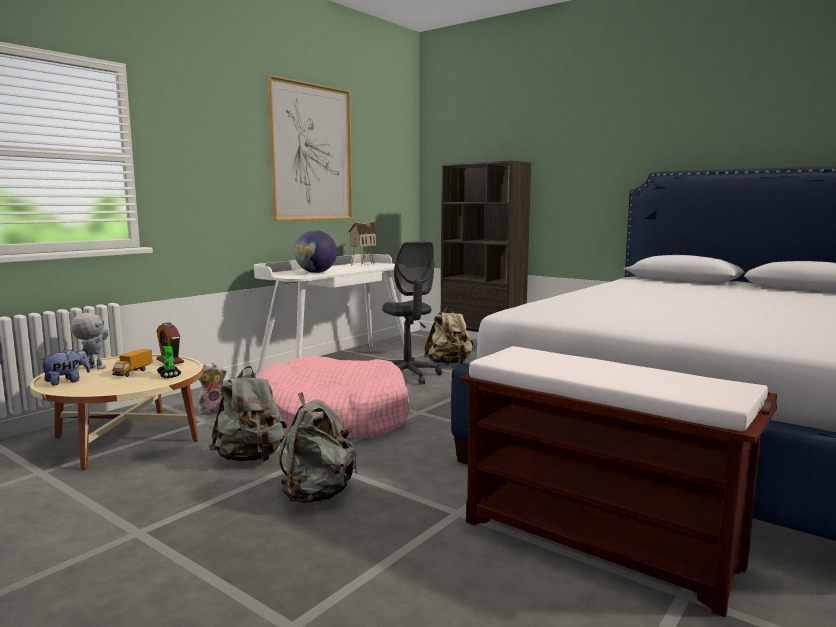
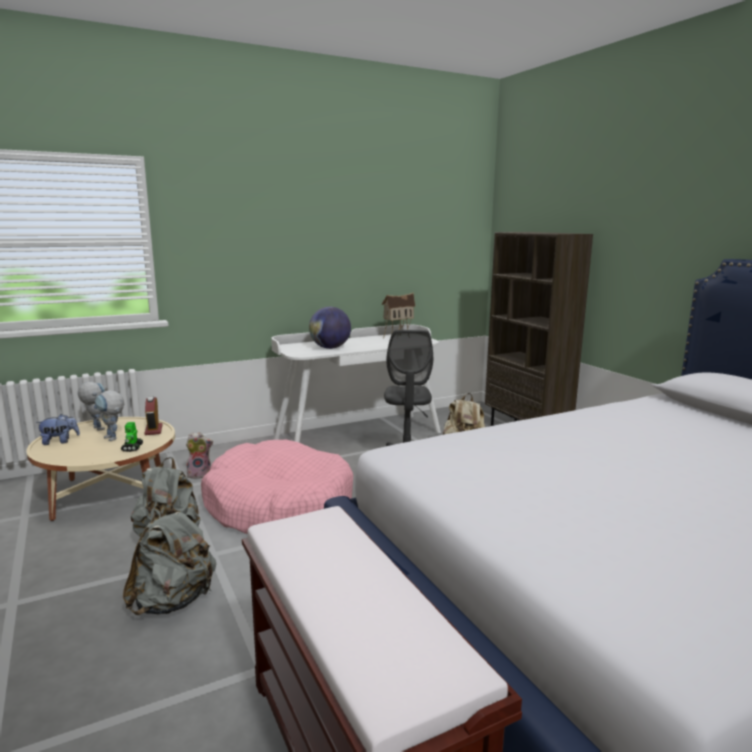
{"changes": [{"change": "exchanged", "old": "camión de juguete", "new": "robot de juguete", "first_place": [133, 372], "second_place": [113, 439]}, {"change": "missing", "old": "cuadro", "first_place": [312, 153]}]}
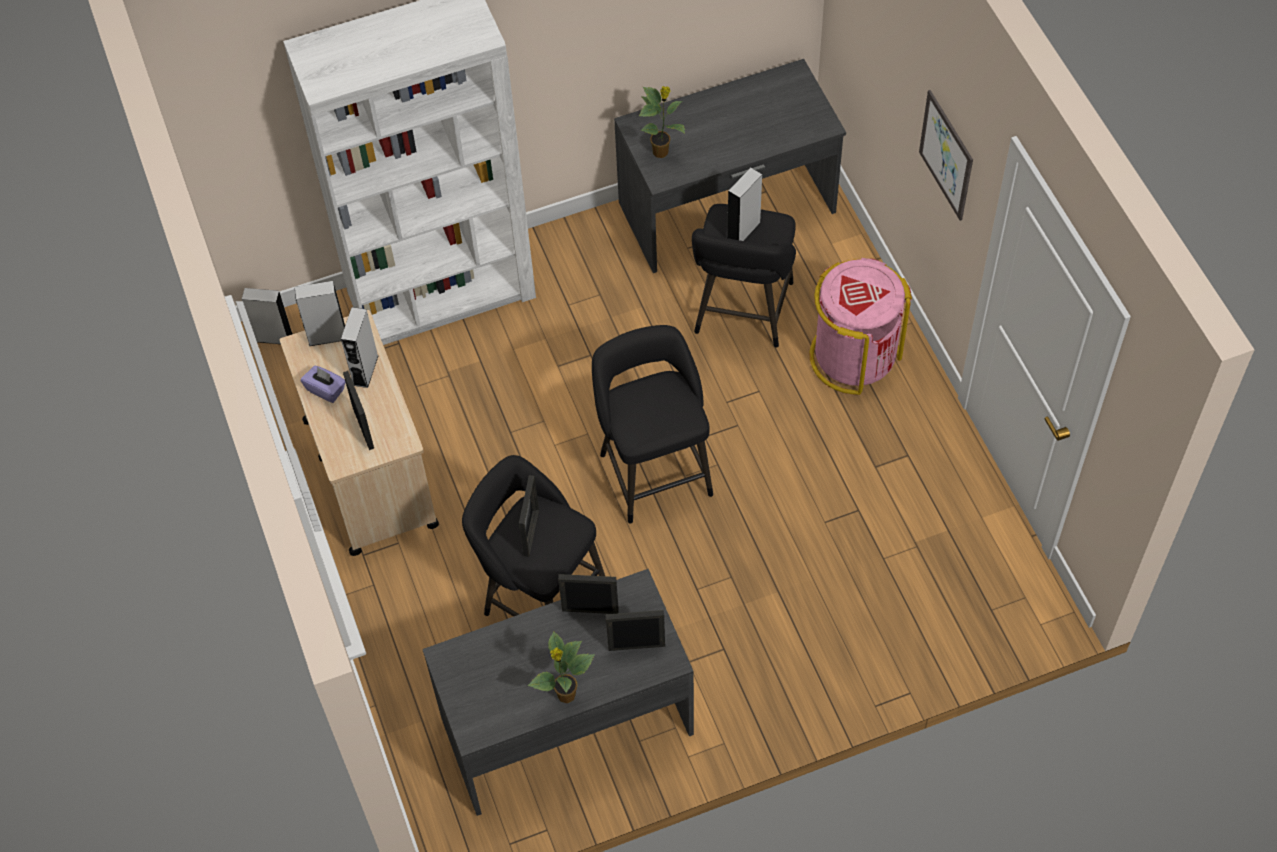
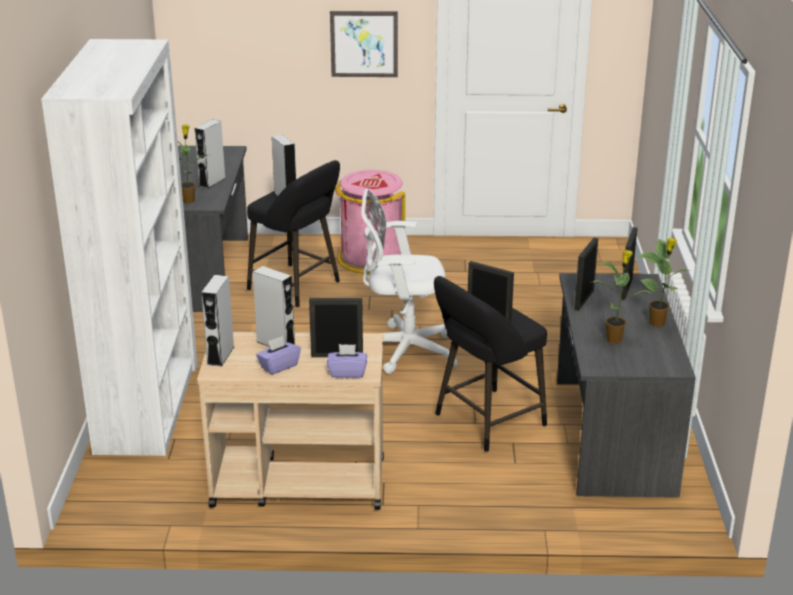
{"changes": [{"change": "relocated", "old": "altavoz (gris)", "first_place": [274, 337], "second_place": [212, 182]}, {"change": "exchanged", "old": "taburete (negro)", "new": "silla de oficina (blanco)", "first_place": [653, 469], "second_place": [403, 349]}, {"change": "appeared", "new": "caja de pañuelos (morado)", "second_place": [347, 372]}, {"change": "appeared", "new": "planta en maceta", "second_place": [615, 339]}]}
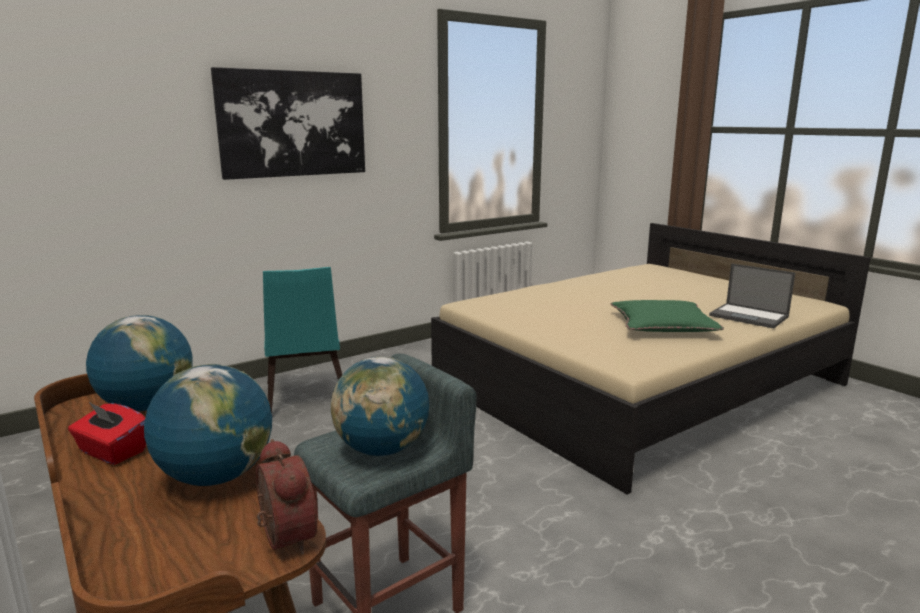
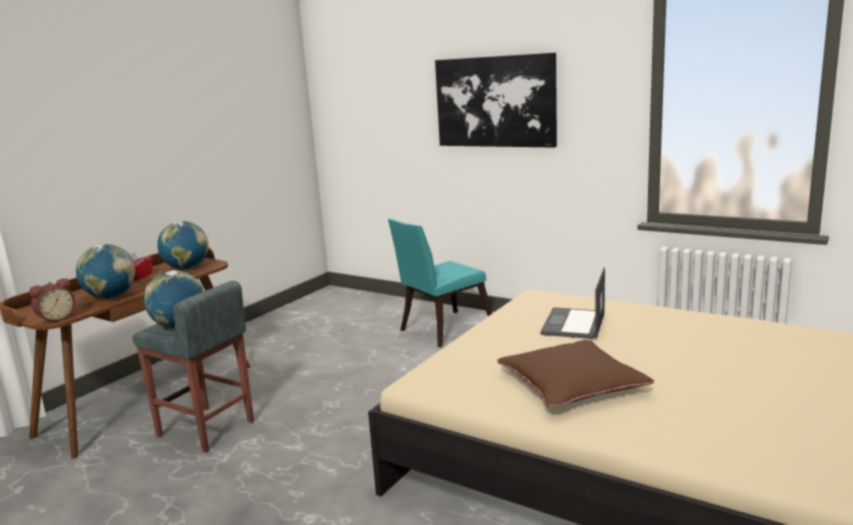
{"changes": [{"change": "colour", "old": "cojín (verde)", "new": "cojín (marrón)", "first_place": [662, 326], "second_place": [571, 383]}, {"change": "relocated", "old": "portátil", "first_place": [750, 316], "second_place": [573, 324]}]}
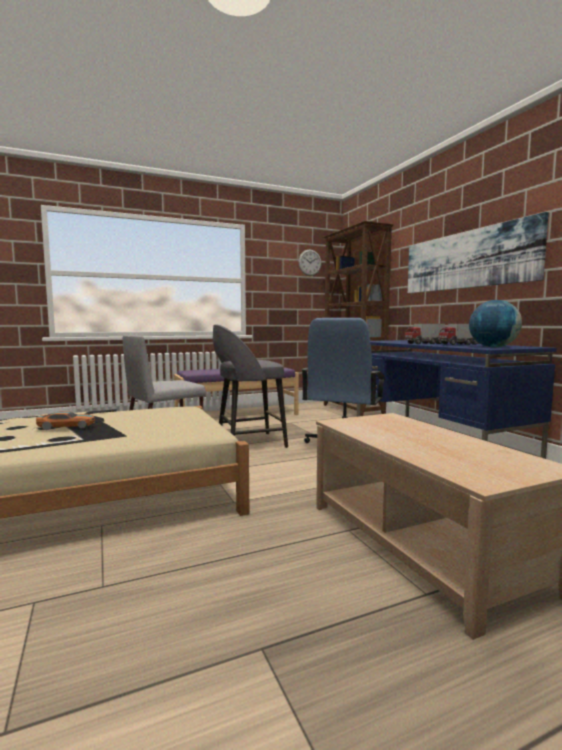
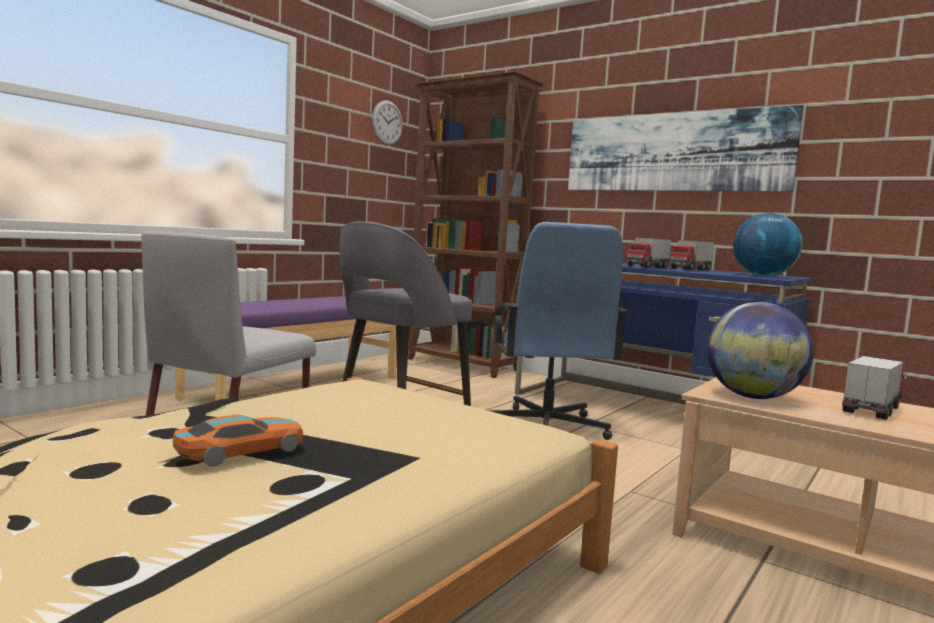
{"changes": [{"change": "appeared", "new": "globo terráqueo", "second_place": [753, 397]}, {"change": "appeared", "new": "camión de juguete", "second_place": [872, 409]}]}
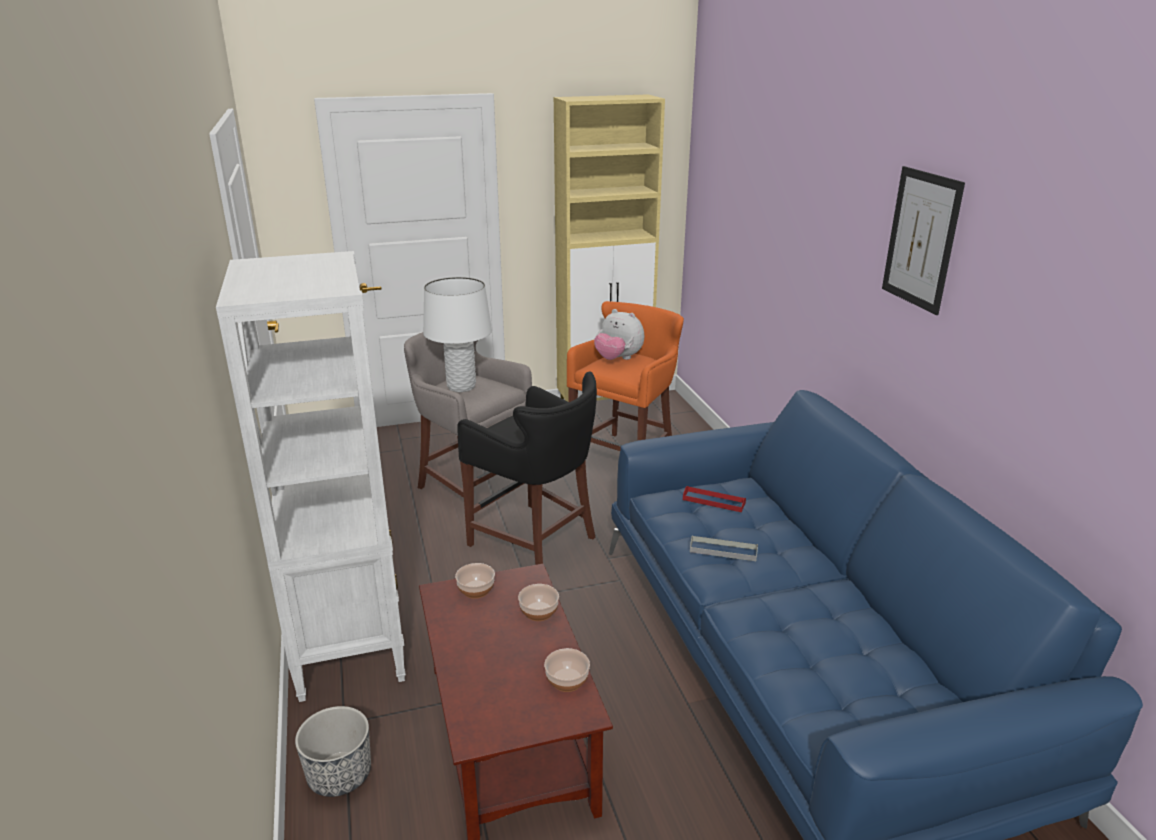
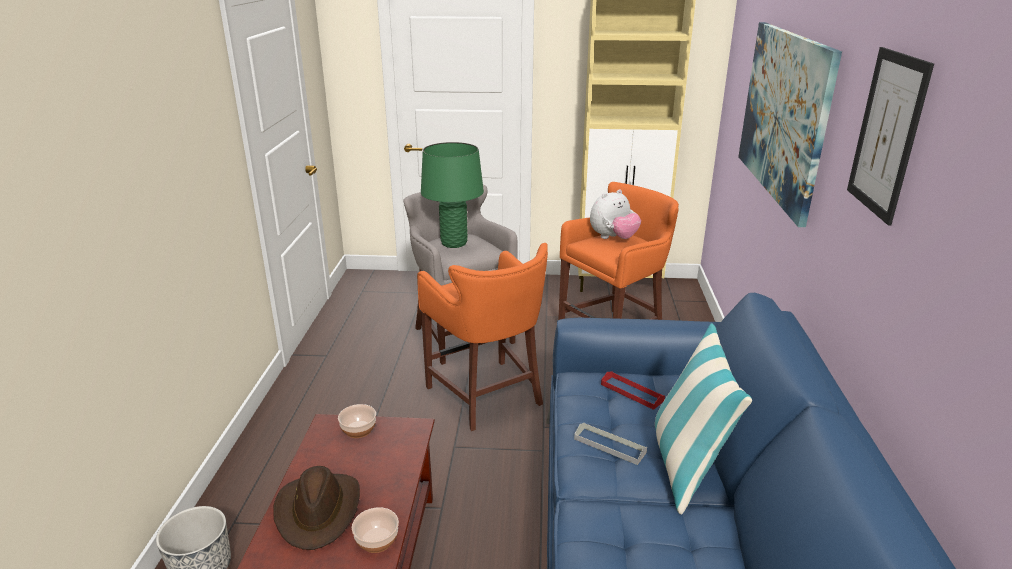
{"changes": [{"change": "missing", "old": "estantería (blanco)", "first_place": [350, 646]}, {"change": "colour", "old": "lámpara de mesa (blanco)", "new": "lámpara de mesa (verde)", "first_place": [461, 387], "second_place": [454, 243]}, {"change": "colour", "old": "taburete (negro)", "new": "taburete (naranja)", "first_place": [536, 541], "second_place": [487, 396]}, {"change": "missing", "old": "cuenco", "first_place": [539, 612]}, {"change": "spun", "old": "peluche", "first_place": [618, 359], "second_place": [613, 238], "degrees": -90}, {"change": "appeared", "new": "sombrero (marrón)", "second_place": [319, 511]}, {"change": "appeared", "new": "cojín", "second_place": [687, 465]}, {"change": "appeared", "new": "cuadro", "second_place": [783, 114]}]}
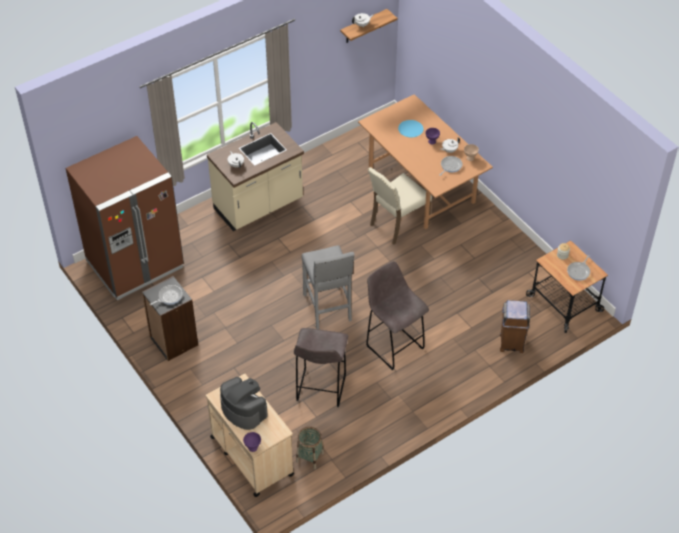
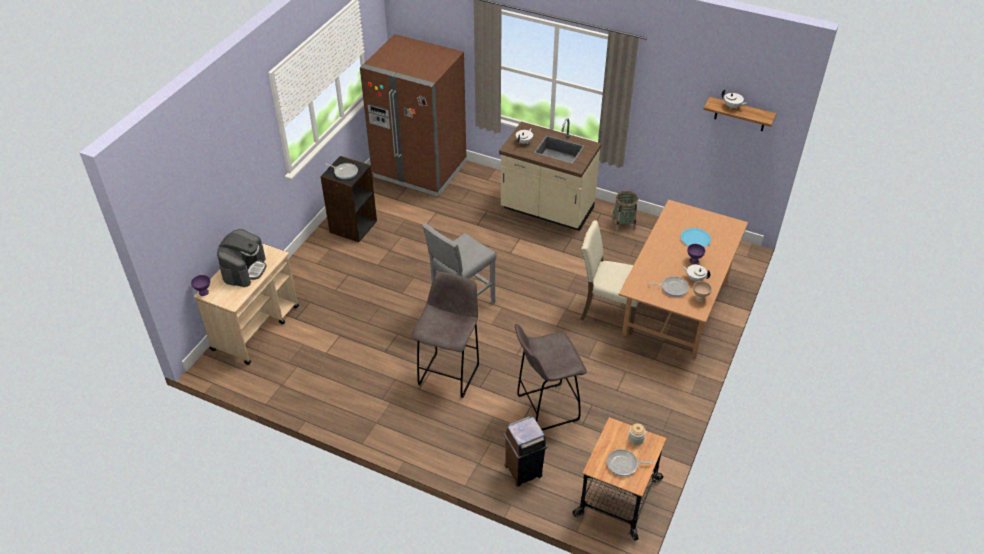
{"changes": [{"change": "relocated", "old": "taburete (gris)", "first_place": [320, 389], "second_place": [545, 408]}, {"change": "relocated", "old": "cesta", "first_place": [310, 457], "second_place": [623, 224]}]}
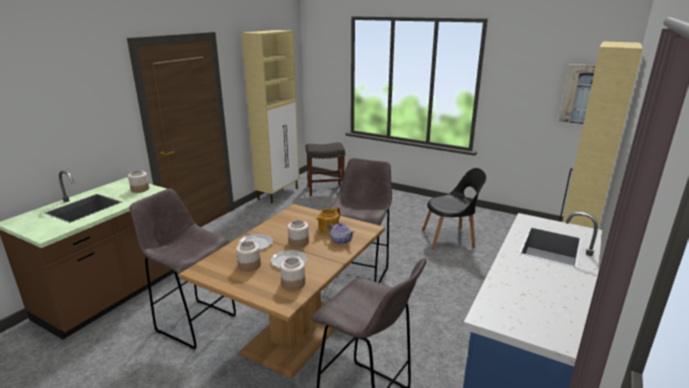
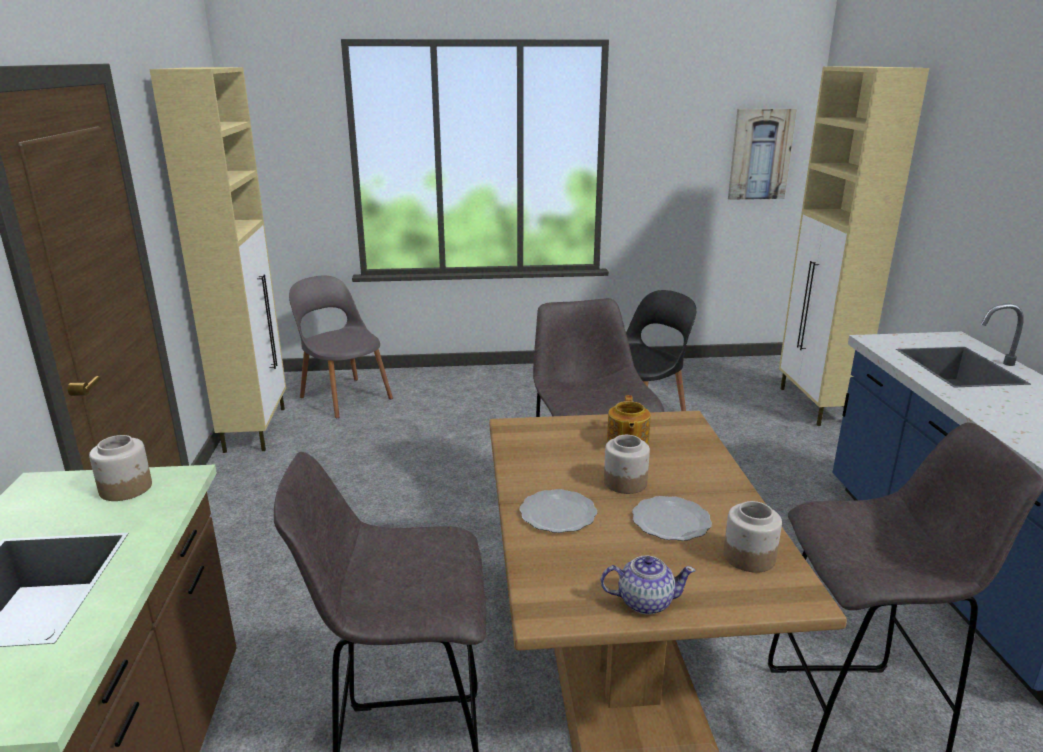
{"changes": [{"change": "missing", "old": "tarro", "first_place": [249, 265]}, {"change": "exchanged", "old": "taburete (gris)", "new": "silla (gris)", "first_place": [326, 189], "second_place": [344, 396]}, {"change": "relocated", "old": "tetera", "first_place": [340, 240], "second_place": [644, 601]}]}
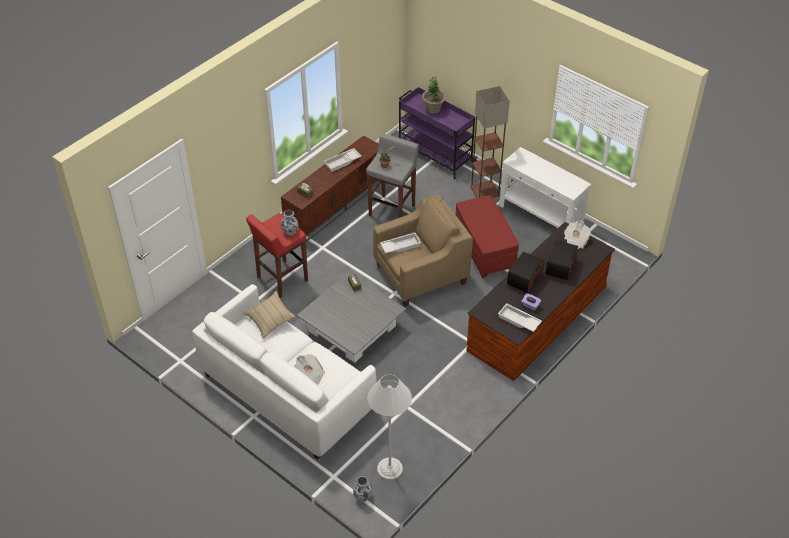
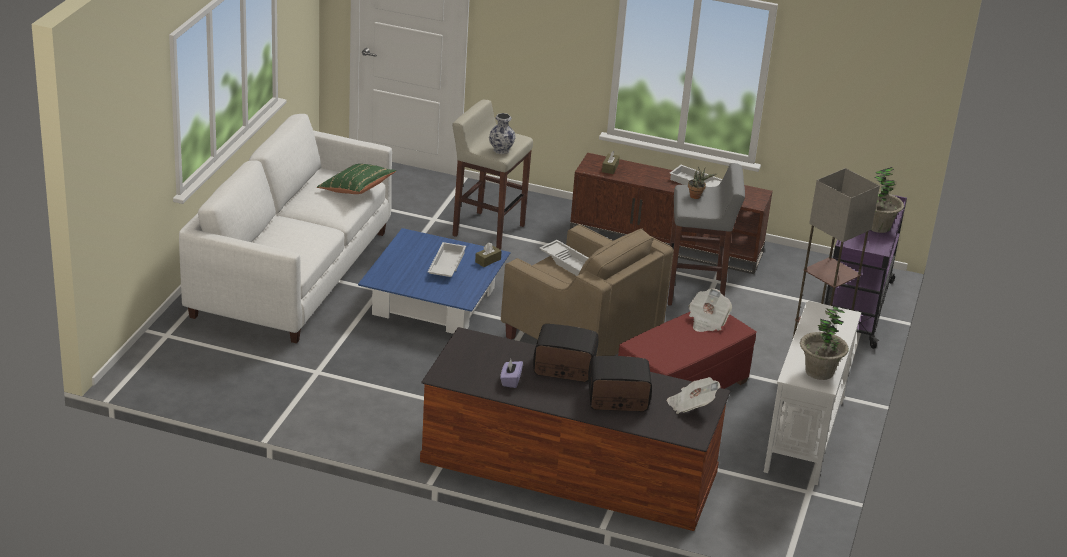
{"changes": [{"change": "colour", "old": "cojín (beis)", "new": "cojín (verde)", "first_place": [270, 320], "second_place": [356, 189]}, {"change": "colour", "old": "taburete (rojo)", "new": "taburete (beis)", "first_place": [281, 279], "second_place": [487, 230]}, {"change": "relocated", "old": "periódico", "first_place": [310, 375], "second_place": [707, 321]}, {"change": "colour", "old": "mesa de centro (gris)", "new": "mesa de centro (azul)", "first_place": [351, 328], "second_place": [433, 301]}, {"change": "missing", "old": "florero", "first_place": [362, 497]}, {"change": "missing", "old": "lámpara de pie (blanco)", "first_place": [390, 469]}, {"change": "relocated", "old": "bandeja (blanco)", "first_place": [518, 321], "second_place": [446, 265]}, {"change": "appeared", "new": "planta en maceta", "second_place": [819, 372]}]}
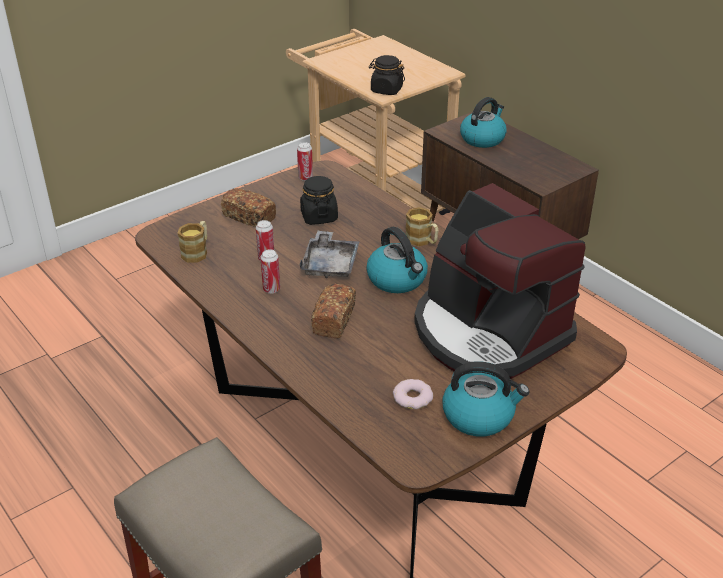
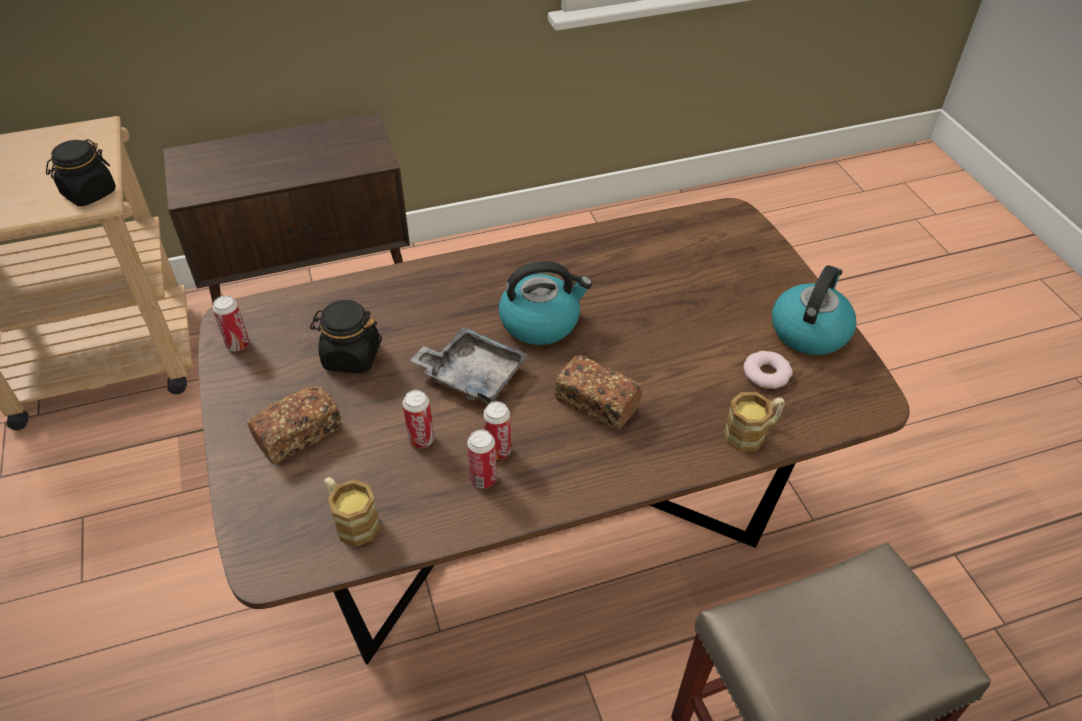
{"changes": [{"change": "relocated", "old": "taza grande", "first_place": [422, 241], "second_place": [751, 433]}, {"change": "missing", "old": "cafetera", "first_place": [488, 333]}, {"change": "missing", "old": "hervidor", "first_place": [482, 138]}, {"change": "appeared", "new": "lata", "second_place": [483, 479]}]}
